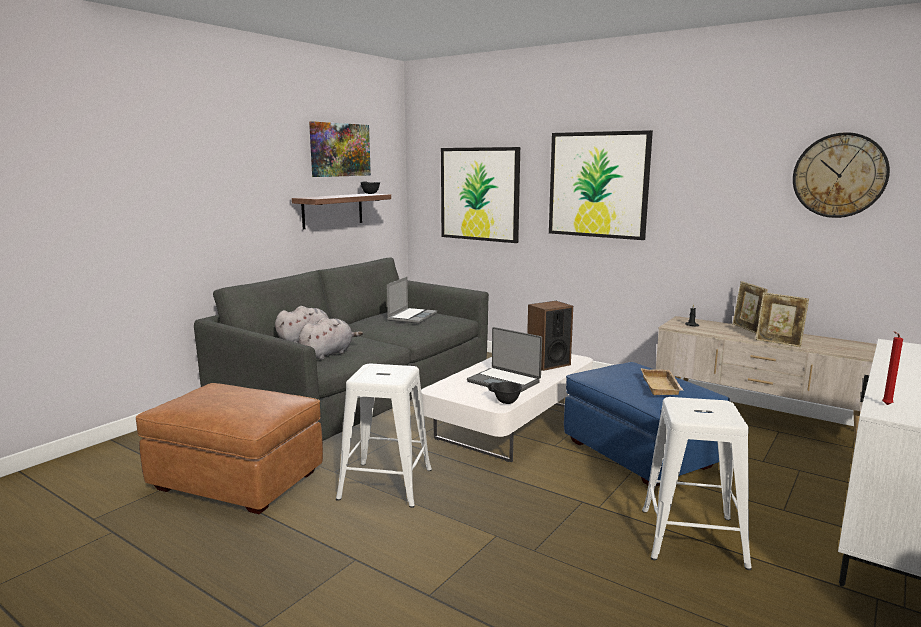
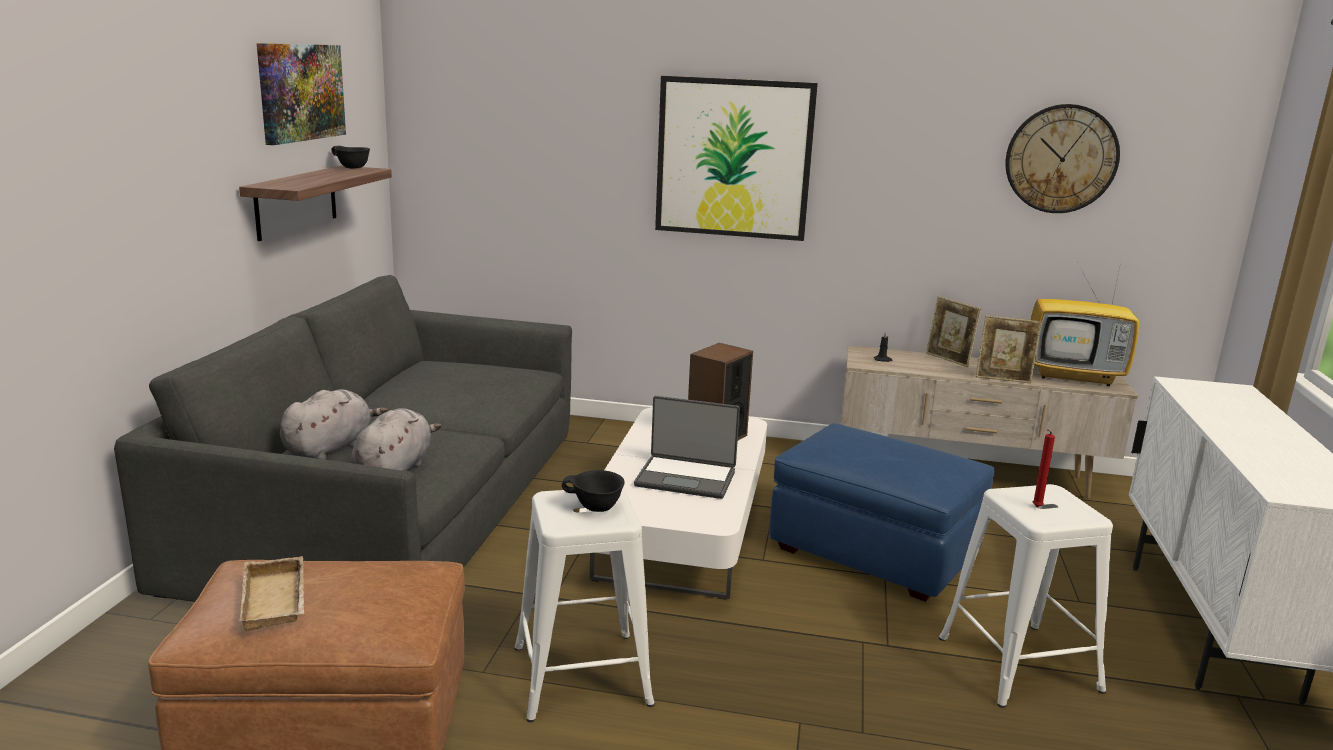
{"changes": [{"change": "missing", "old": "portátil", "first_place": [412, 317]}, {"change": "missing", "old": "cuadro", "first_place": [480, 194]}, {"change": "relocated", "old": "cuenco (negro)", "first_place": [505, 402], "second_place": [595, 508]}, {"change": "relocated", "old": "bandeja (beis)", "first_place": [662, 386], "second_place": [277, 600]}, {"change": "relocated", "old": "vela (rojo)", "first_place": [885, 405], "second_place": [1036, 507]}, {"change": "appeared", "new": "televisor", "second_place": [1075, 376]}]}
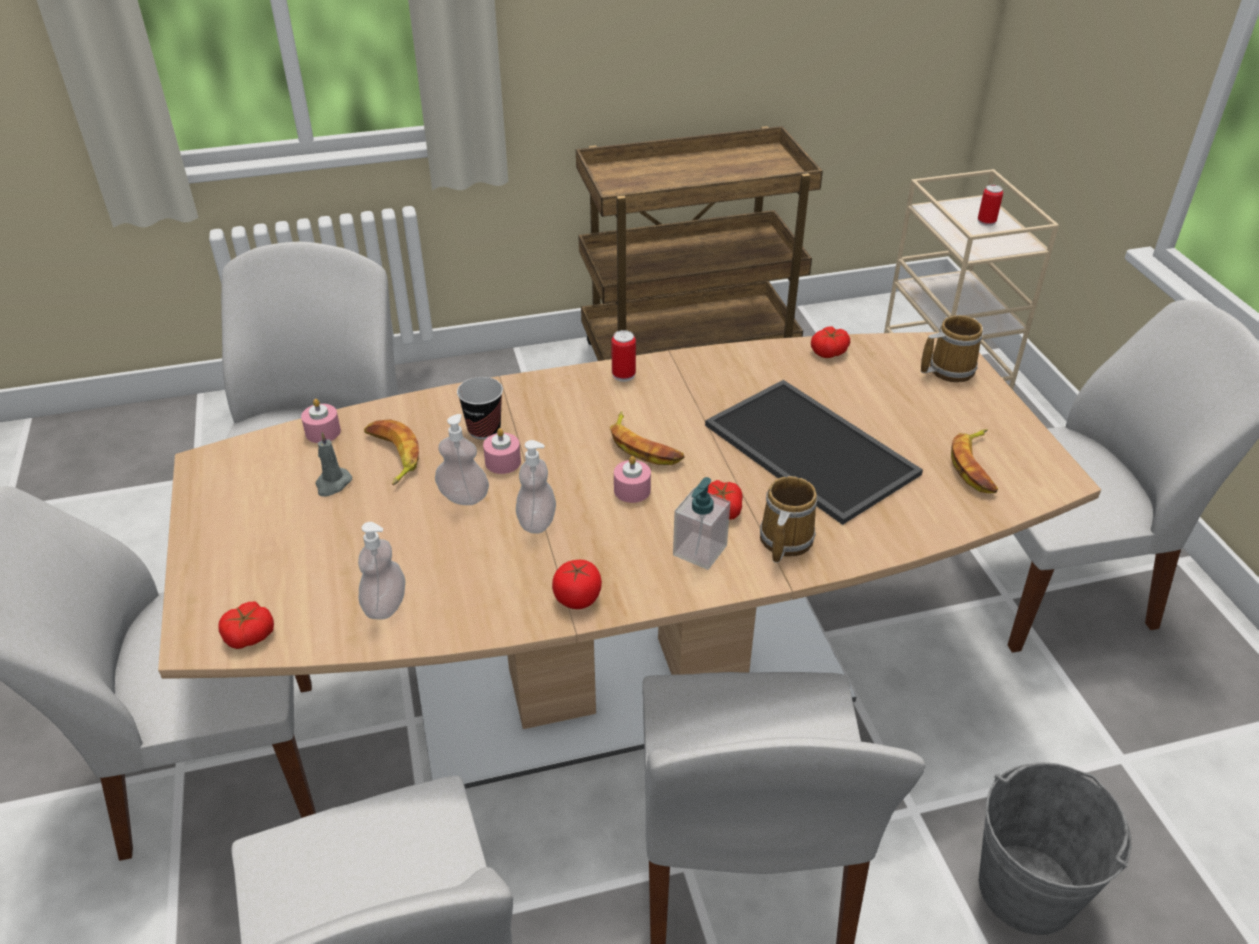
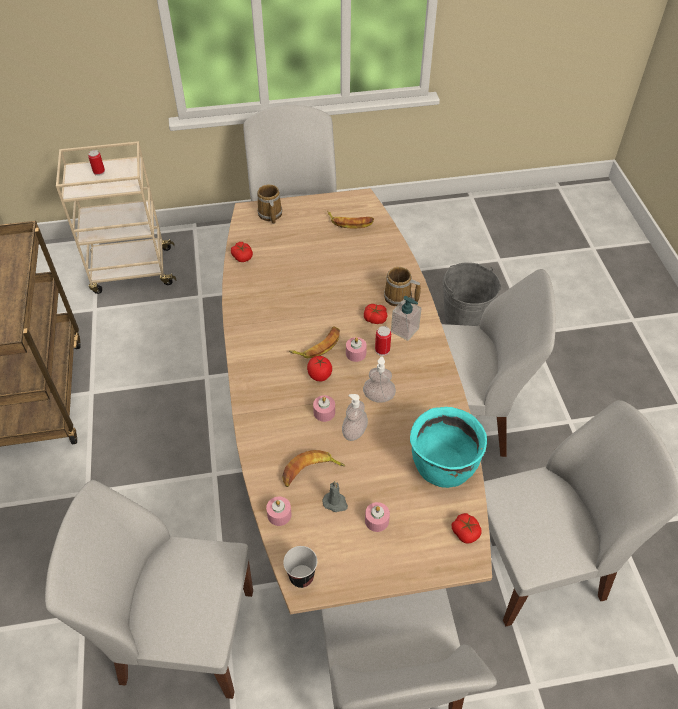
{"changes": [{"change": "exchanged", "old": "dispensador de jabón", "new": "olla (turquesa)", "first_place": [385, 605], "second_place": [442, 466]}, {"change": "relocated", "old": "taza", "first_place": [484, 430], "second_place": [301, 577]}, {"change": "relocated", "old": "tomate", "first_place": [577, 598], "second_place": [319, 375]}, {"change": "relocated", "old": "lata", "first_place": [623, 375], "second_place": [382, 350]}, {"change": "missing", "old": "bandeja", "first_place": [806, 449]}, {"change": "appeared", "new": "vela (rosa)", "second_place": [376, 520]}]}
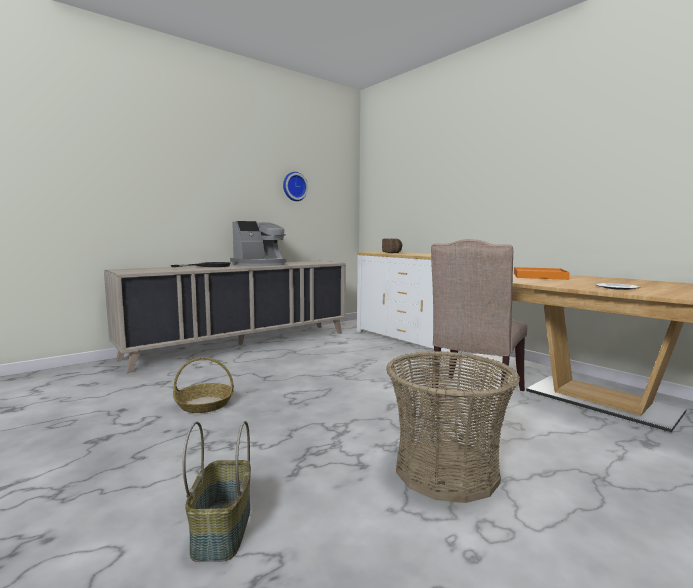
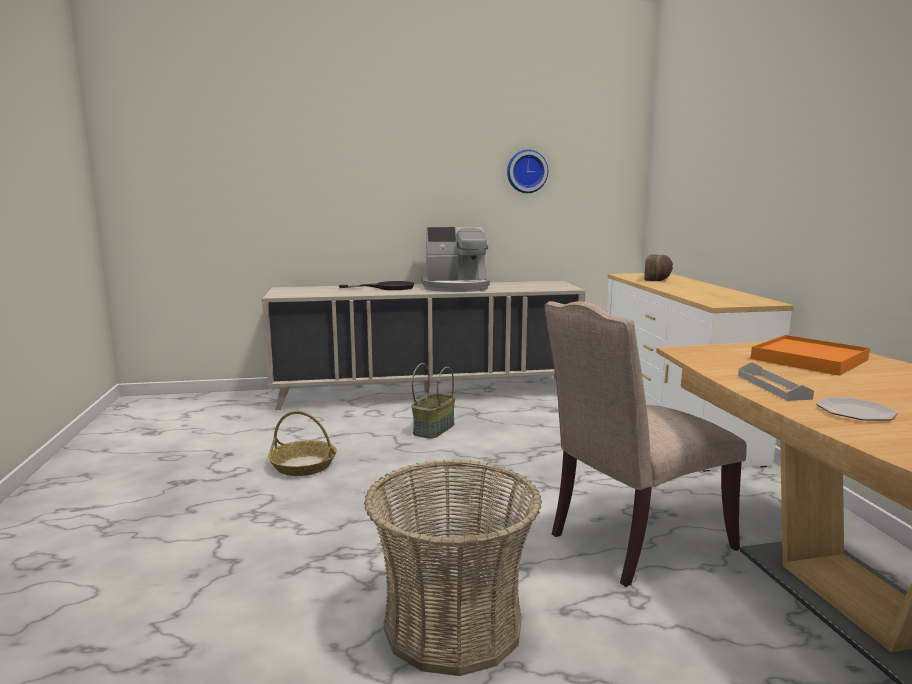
{"changes": [{"change": "relocated", "old": "cesta", "first_place": [221, 529], "second_place": [433, 429]}, {"change": "appeared", "new": "bandeja (gris)", "second_place": [773, 387]}]}
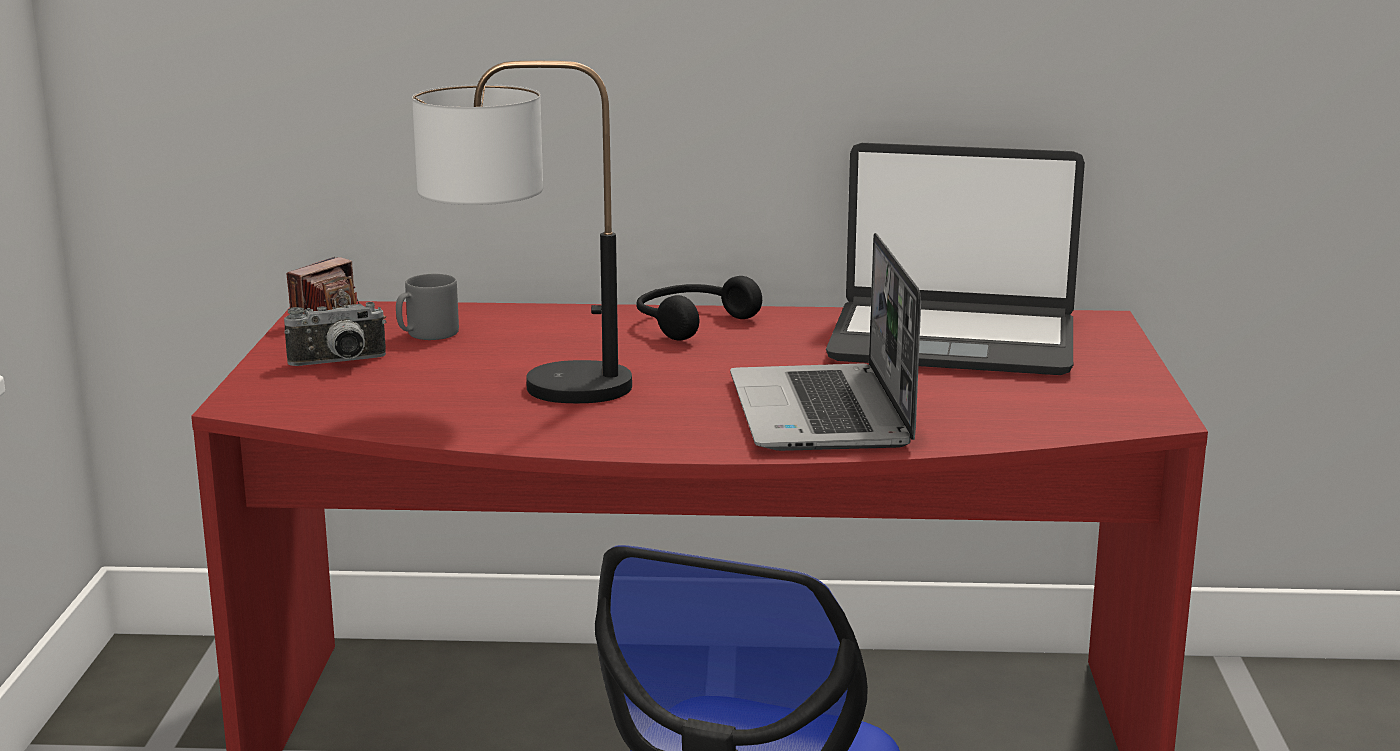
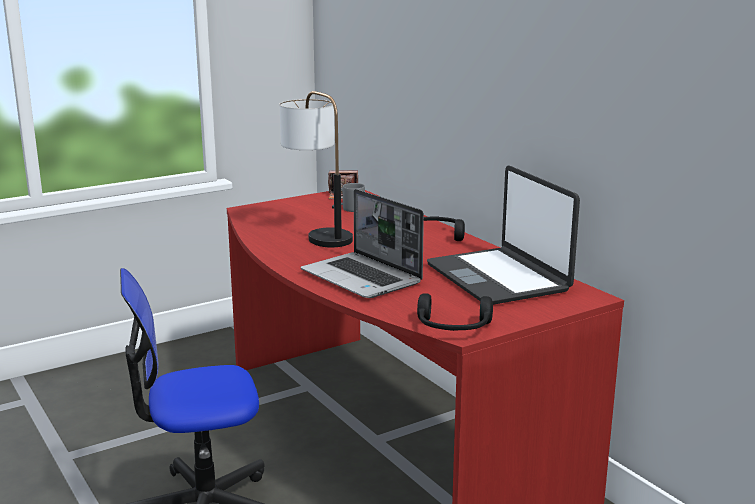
{"changes": [{"change": "missing", "old": "cámara", "first_place": [339, 363]}, {"change": "spun", "old": "portátil", "first_place": [823, 413], "second_place": [363, 278], "degrees": -90}, {"change": "appeared", "new": "auriculares (negro)", "second_place": [453, 328]}]}
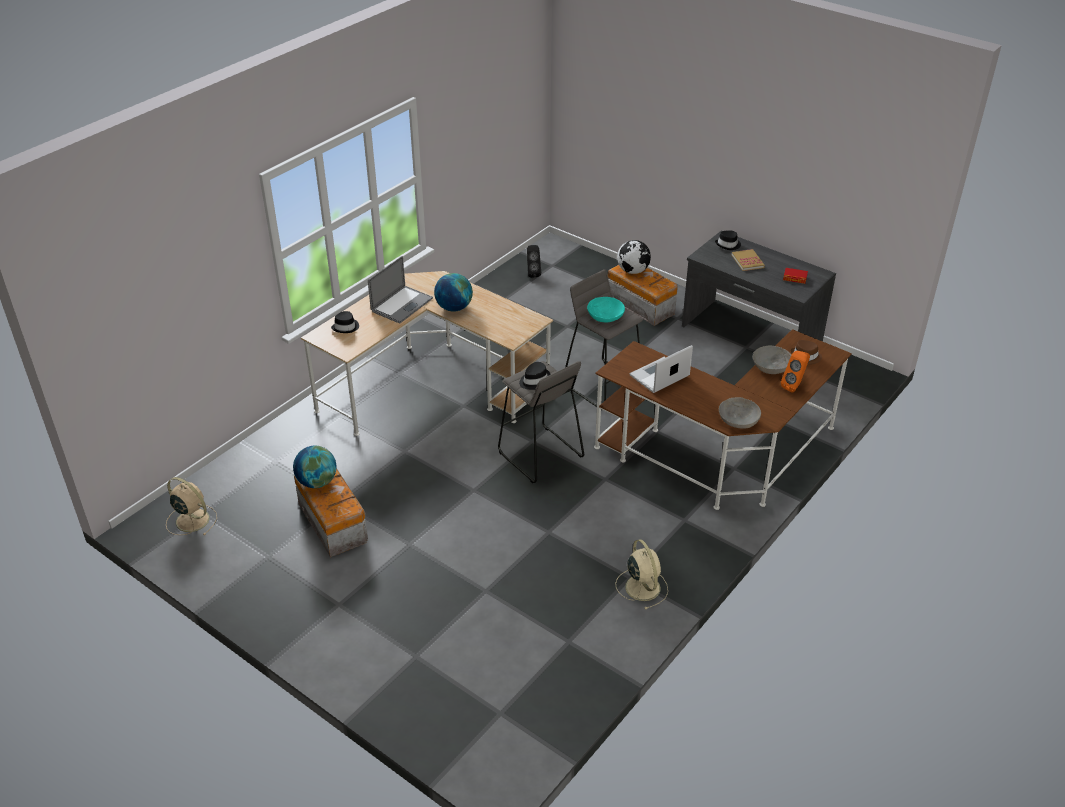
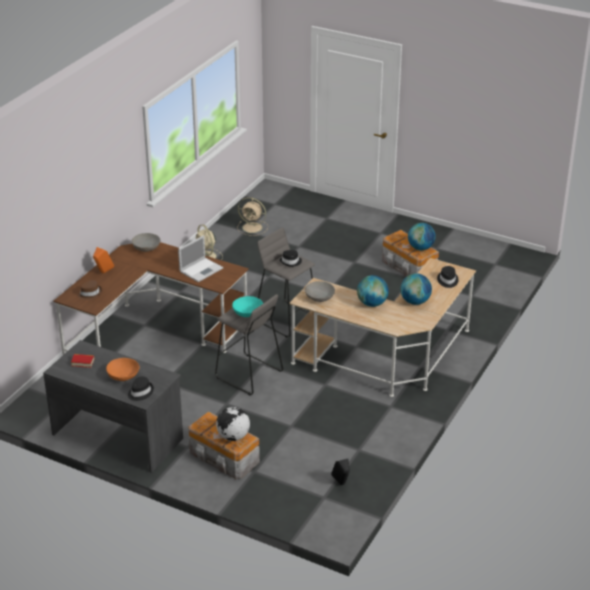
{"changes": [{"change": "relocated", "old": "ventilador (beis)", "first_place": [191, 519], "second_place": [253, 228]}, {"change": "exchanged", "old": "portátil", "new": "globo terráqueo", "first_place": [402, 305], "second_place": [415, 302]}, {"change": "exchanged", "old": "libro", "new": "cuenco (naranja)", "first_place": [747, 261], "second_place": [123, 375]}, {"change": "relocated", "old": "cuenco (gris)", "first_place": [770, 367], "second_place": [319, 297]}]}
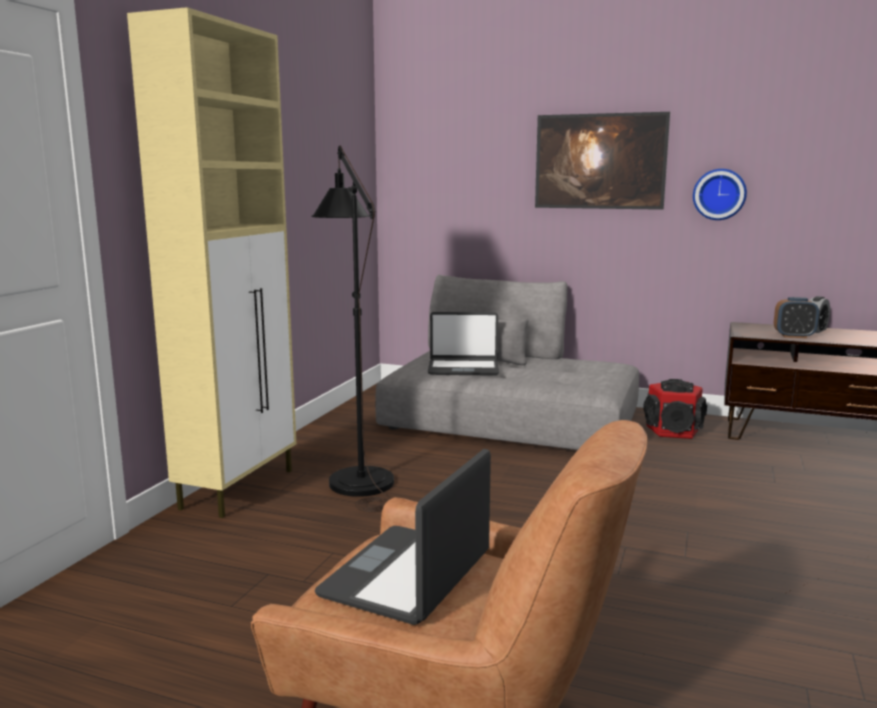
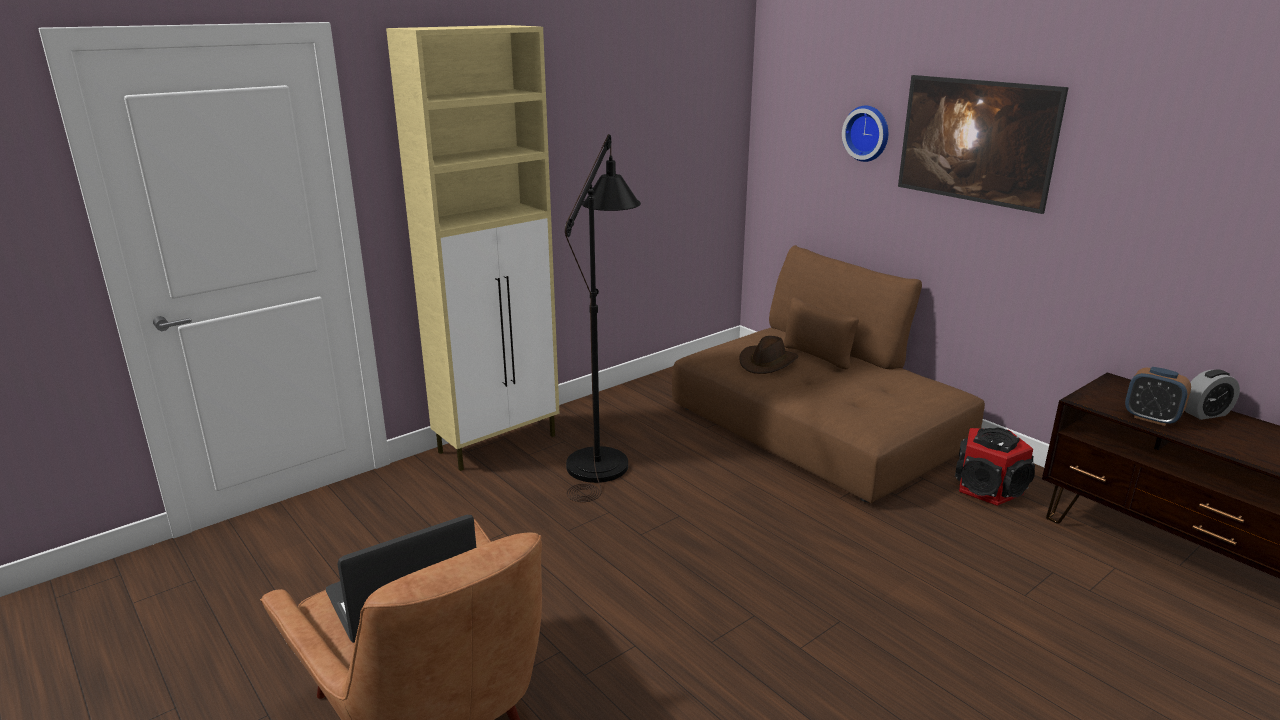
{"changes": [{"change": "colour", "old": "sofá (gris)", "new": "sofá (marrón)", "first_place": [512, 419], "second_place": [819, 425]}, {"change": "exchanged", "old": "portátil", "new": "sombrero (marrón)", "first_place": [463, 368], "second_place": [767, 362]}, {"change": "relocated", "old": "reloj de pared", "first_place": [719, 194], "second_place": [868, 133]}]}
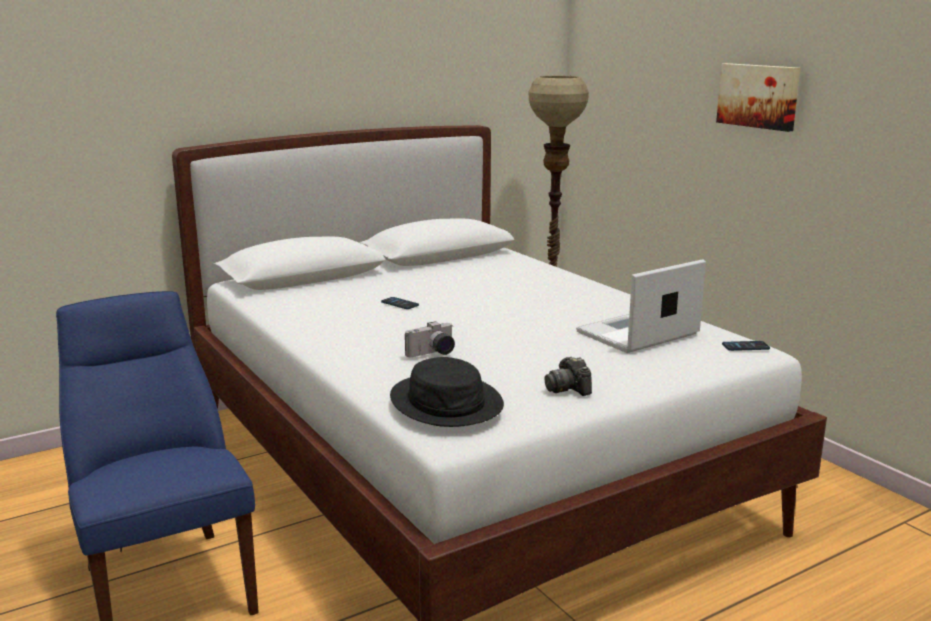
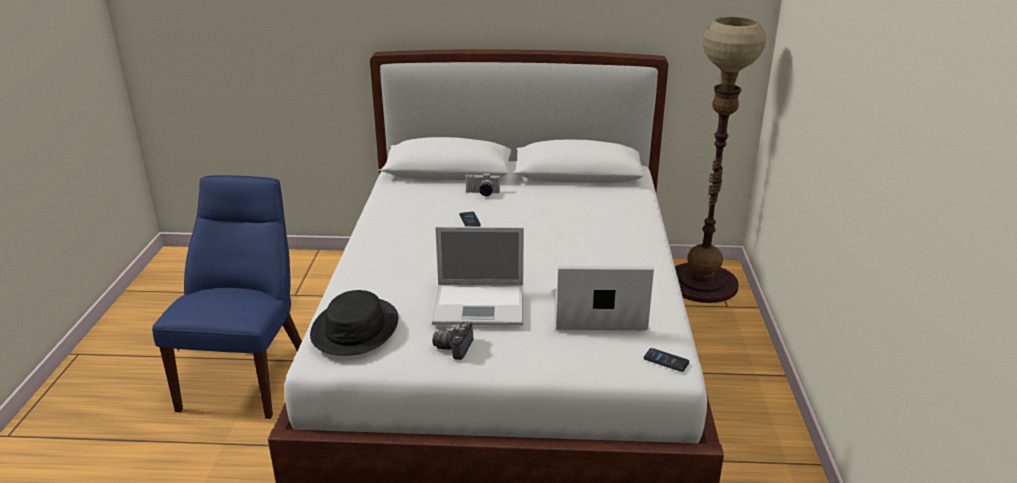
{"changes": [{"change": "relocated", "old": "cámara", "first_place": [433, 354], "second_place": [482, 193]}, {"change": "missing", "old": "cuadro", "first_place": [759, 96]}, {"change": "appeared", "new": "portátil", "second_place": [481, 305]}]}
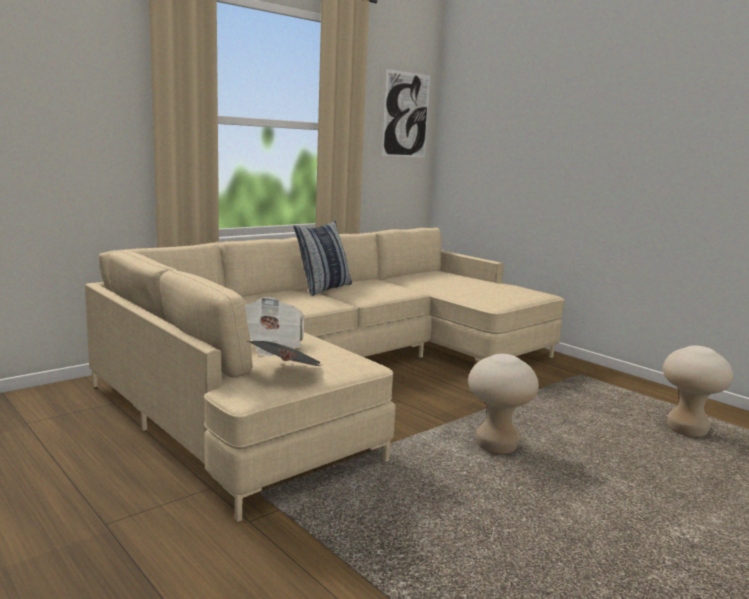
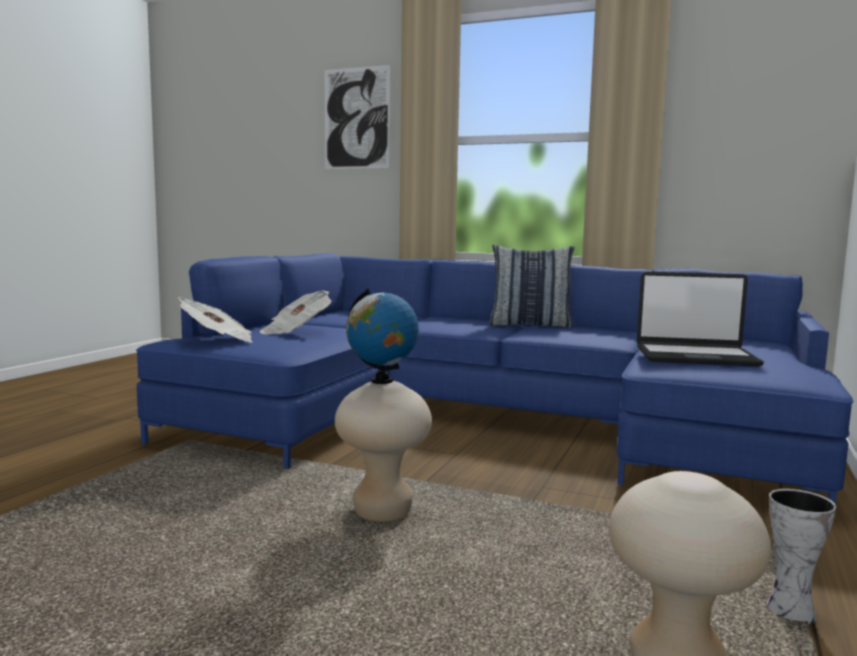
{"changes": [{"change": "colour", "old": "sofá (beis)", "new": "sofá (azul)", "first_place": [338, 375], "second_place": [485, 422]}, {"change": "relocated", "old": "cuadro", "first_place": [406, 115], "second_place": [356, 118]}, {"change": "appeared", "new": "globo terráqueo", "second_place": [381, 381]}, {"change": "appeared", "new": "portátil", "second_place": [695, 356]}, {"change": "appeared", "new": "florero", "second_place": [787, 610]}]}
